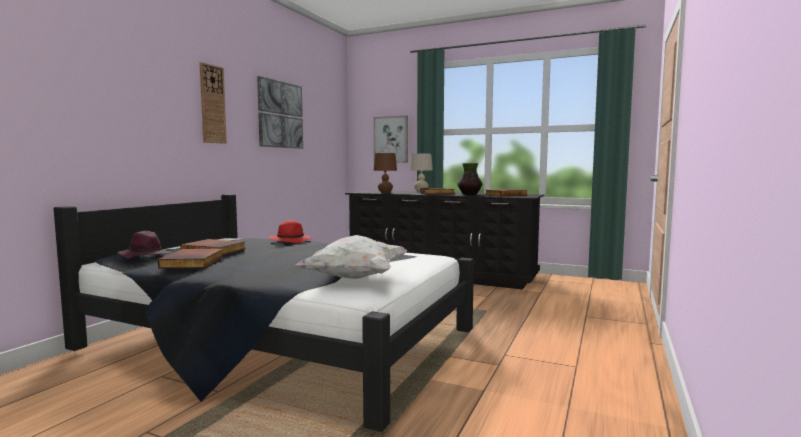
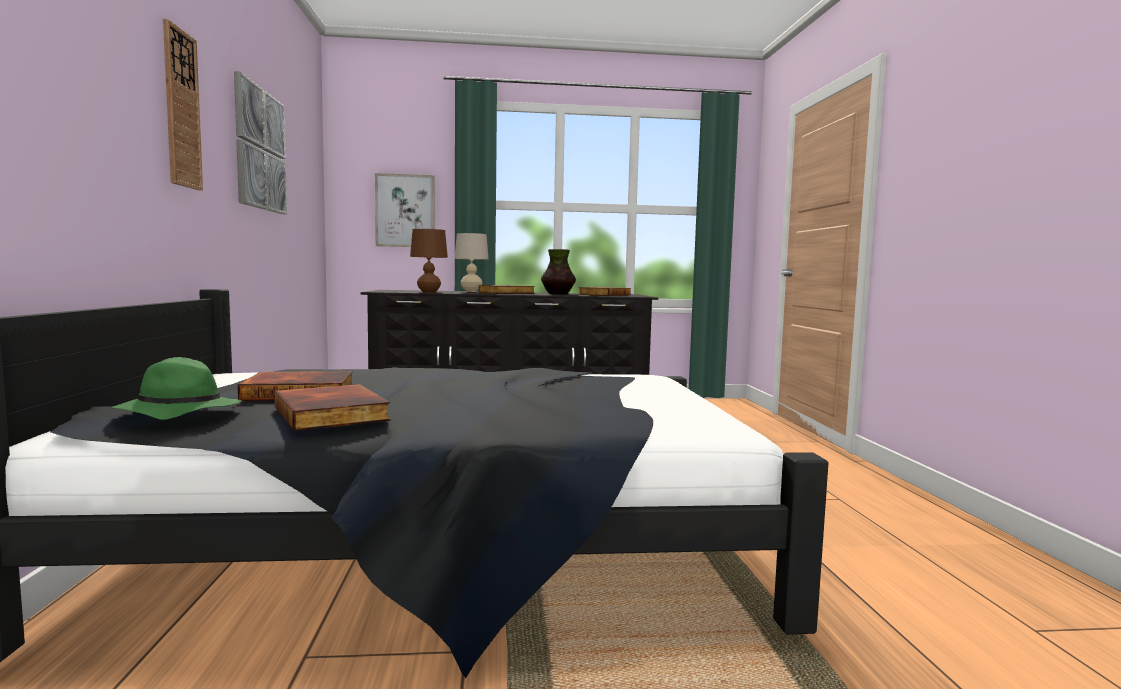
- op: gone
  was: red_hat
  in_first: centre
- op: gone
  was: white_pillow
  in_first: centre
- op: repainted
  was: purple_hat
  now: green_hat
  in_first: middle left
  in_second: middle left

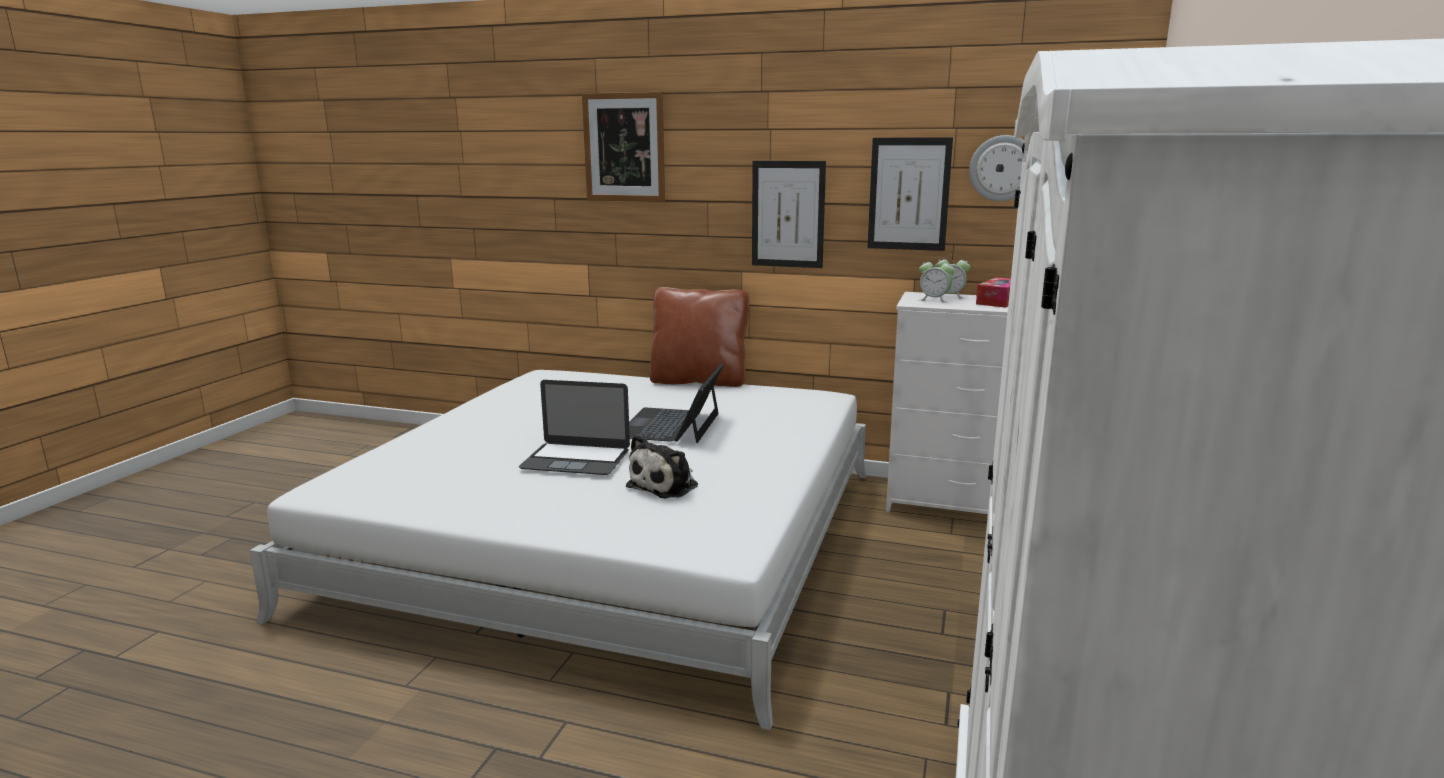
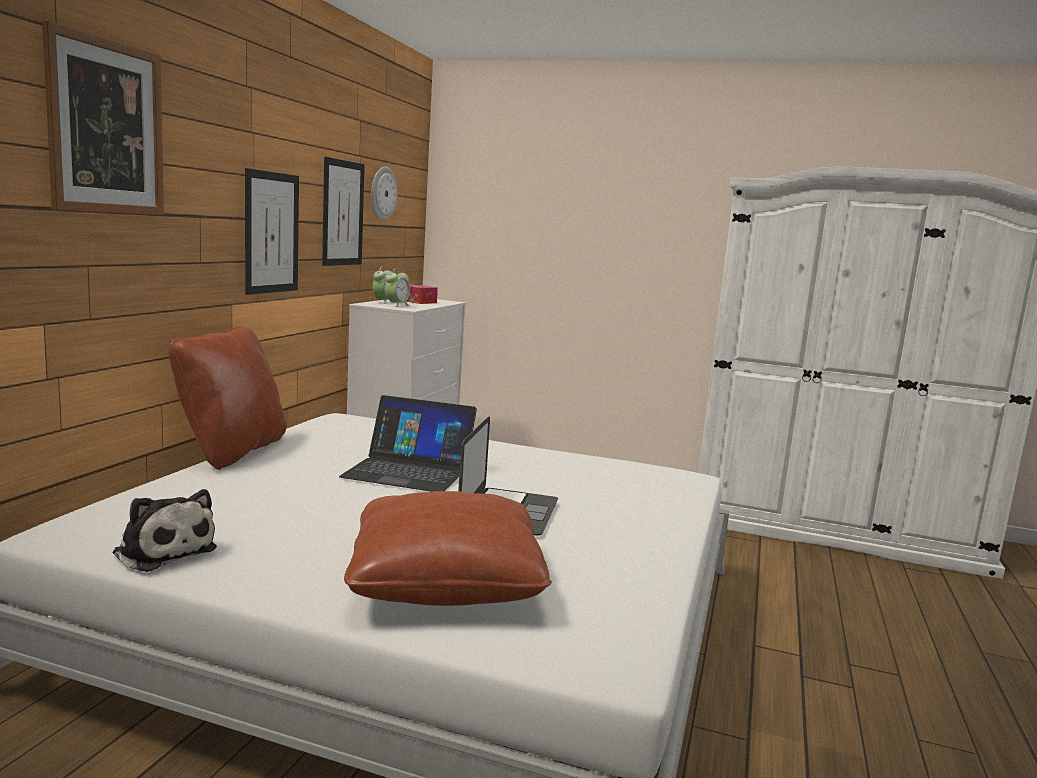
- op: new
  now: brown_pillow (no. 2 from left)
  in_second: bottom centre
- op: shifted
  was: plush_toy
  in_first: centre
  in_second: bottom left

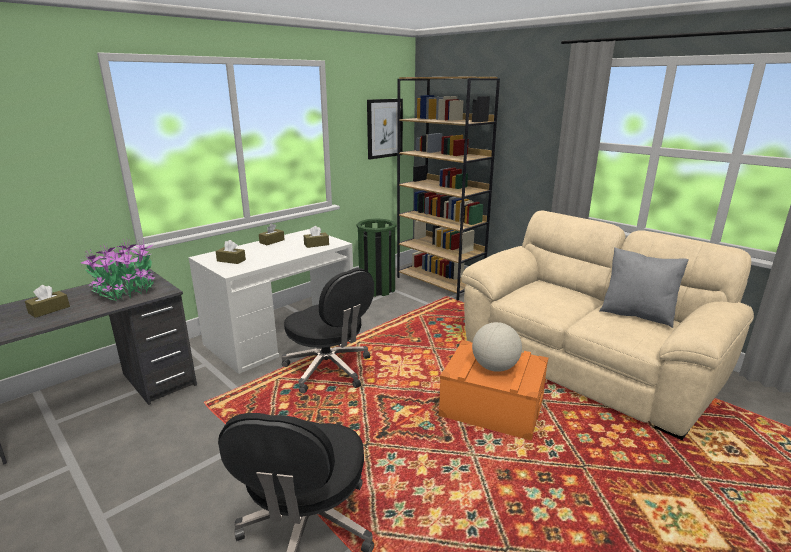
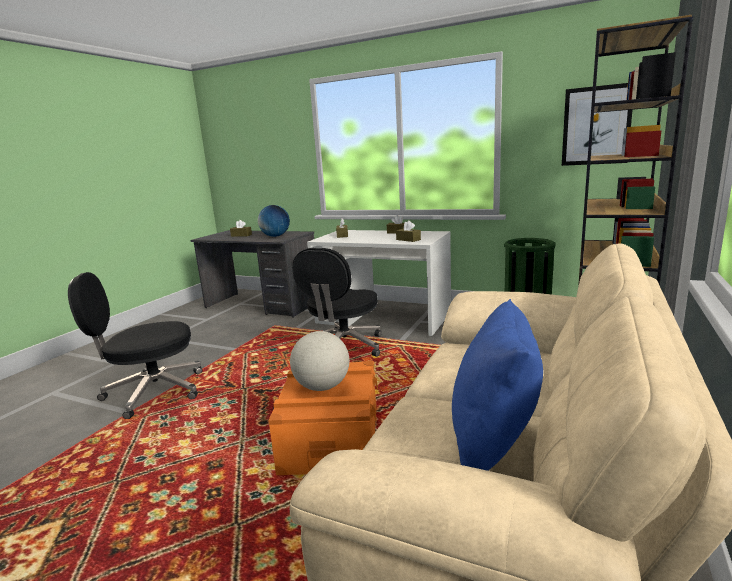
- op: swapped
  was: potted_plant
  now: globe (no. 1 from left)
  in_first: middle left
  in_second: centre
- op: repainted
  was: grey_pillow
  now: blue_pillow
  in_first: middle right
  in_second: middle right

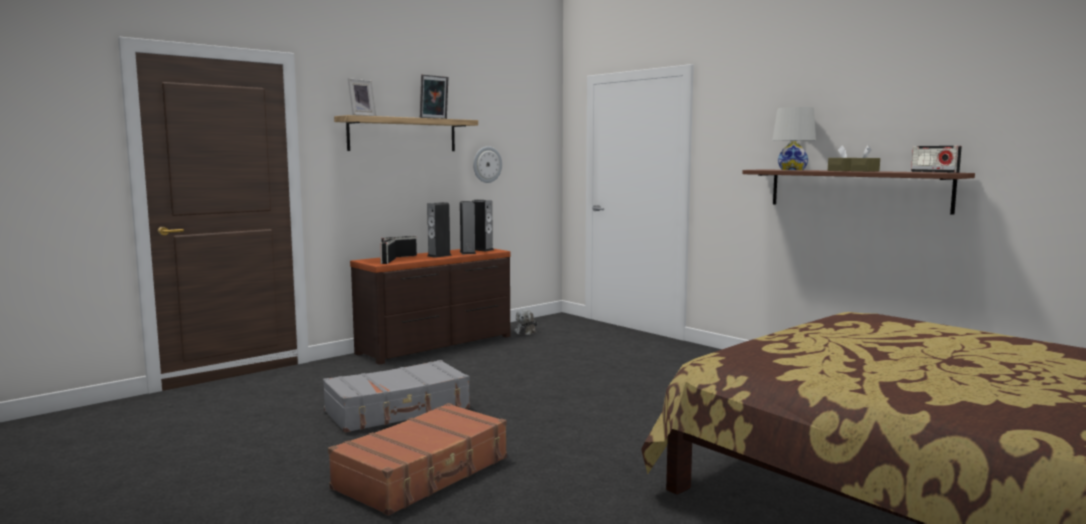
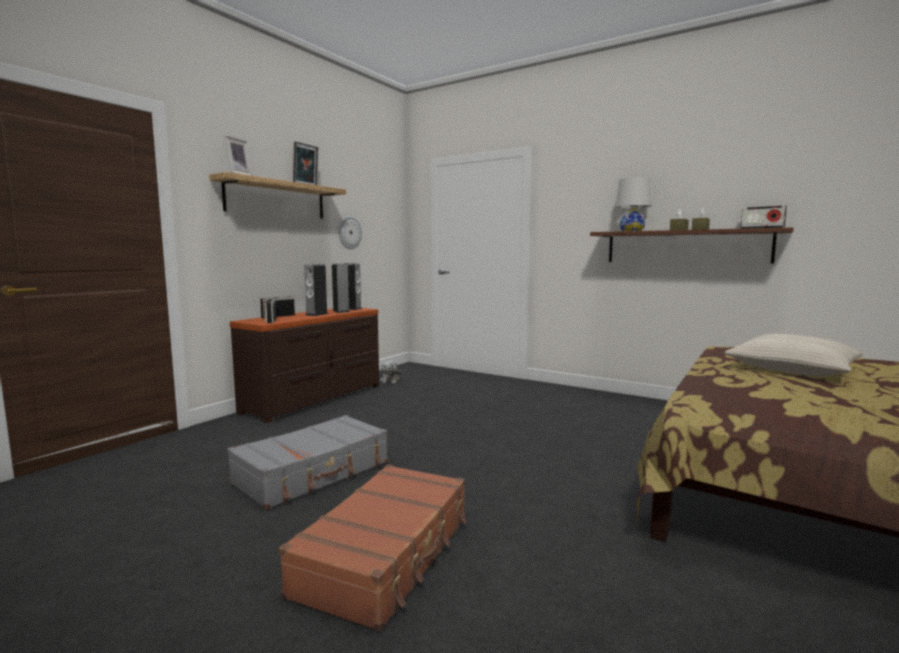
- op: new
  now: beige_pillow
  in_second: middle right

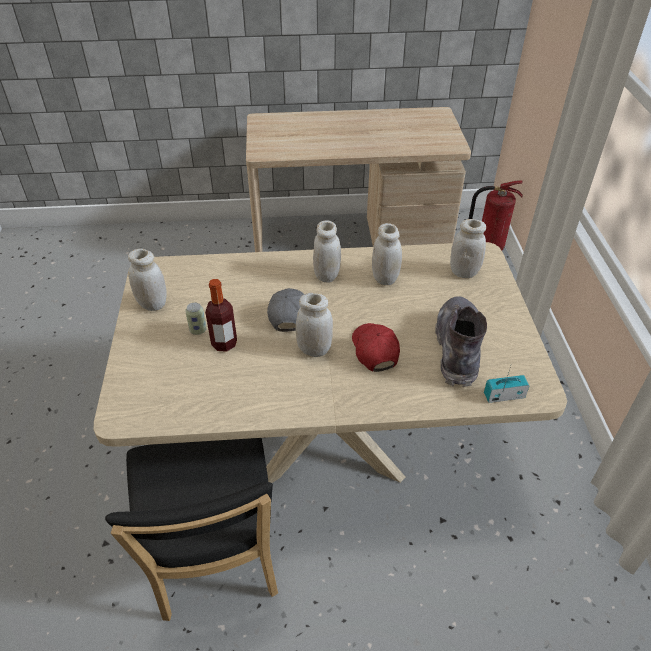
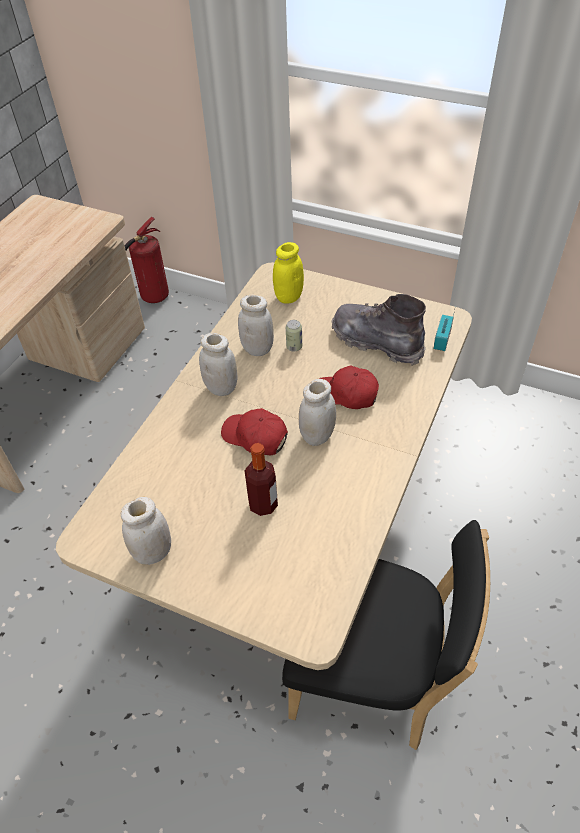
- op: shifted
  was: can
  in_first: middle left
  in_second: centre
- op: repainted
  was: grey_cap
  now: red_cap (no. 1 from left)
  in_first: centre
  in_second: centre
- op: repainted
  was: white_jar (no. 5 from left)
  now: yellow_jar
  in_first: middle right
  in_second: top centre

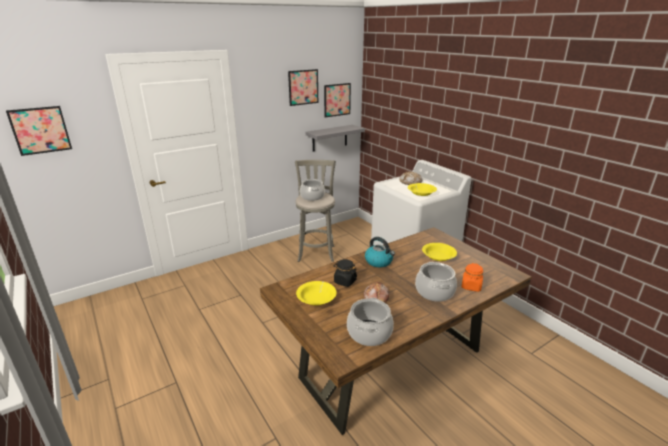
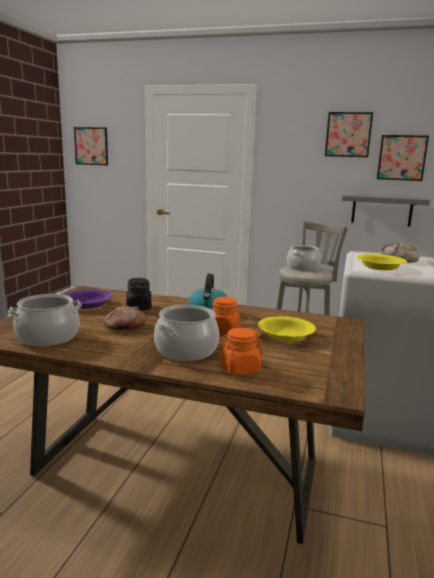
- op: new
  now: orange_jar (no. 1 from left)
  in_second: centre
- op: repainted
  was: yellow_bowl (no. 1 from left)
  now: purple_bowl
  in_first: centre
  in_second: middle left

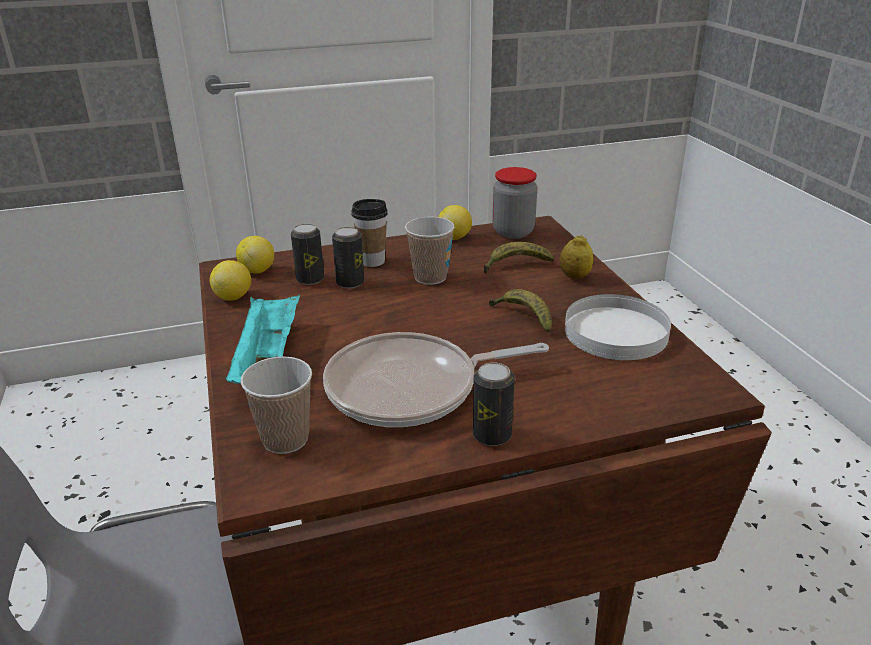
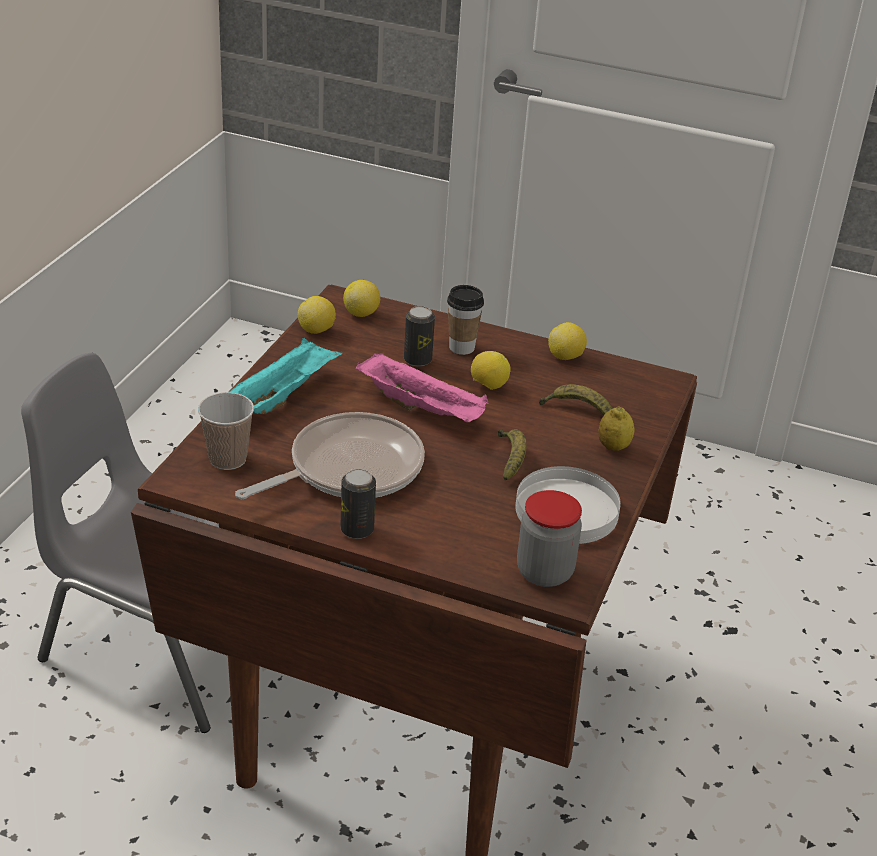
- op: gone
  was: can (no. 1 from left)
  in_first: centre
- op: new
  now: pink_tray
  in_second: centre
- op: shifted
  was: jar
  in_first: top centre
  in_second: centre
- op: swapped
  was: cup (no. 3 from left)
  now: lemon (no. 3 from left)
  in_first: centre
  in_second: centre
- op: rotated
  was: frying_pan
  in_first: centre
  in_second: centre
  clockwise: 120

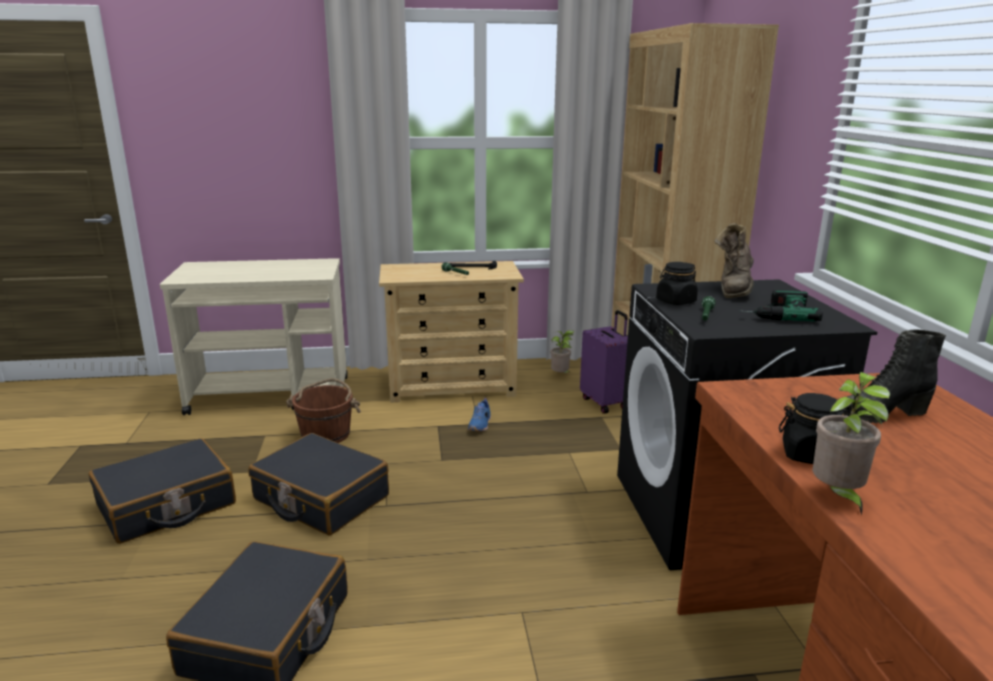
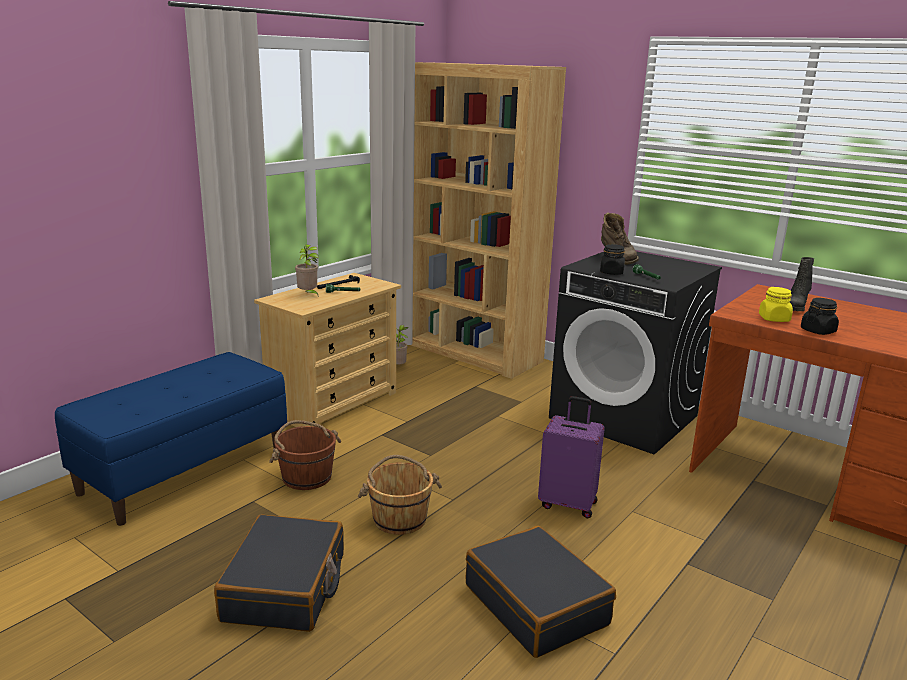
- op: gone
  was: blue_shoe
  in_first: centre
- op: gone
  was: power_drill
  in_first: middle right
- op: new
  now: yellow_jar
  in_second: middle right
- op: shifted
  was: purple_suitcase
  in_first: centre
  in_second: bottom centre
- op: shifted
  was: potted_plant (no. 2 from left in the first image)
  now: potted_plant (no. 1 from left)
  in_first: middle right
  in_second: centre
- op: swapped
  was: beige_cart
  now: blue_bench
  in_first: middle left
  in_second: middle left
- op: swapped
  was: black_suitcase (no. 3 from left)
  now: brown_bucket (no. 2 from left)
  in_first: bottom left
  in_second: bottom centre

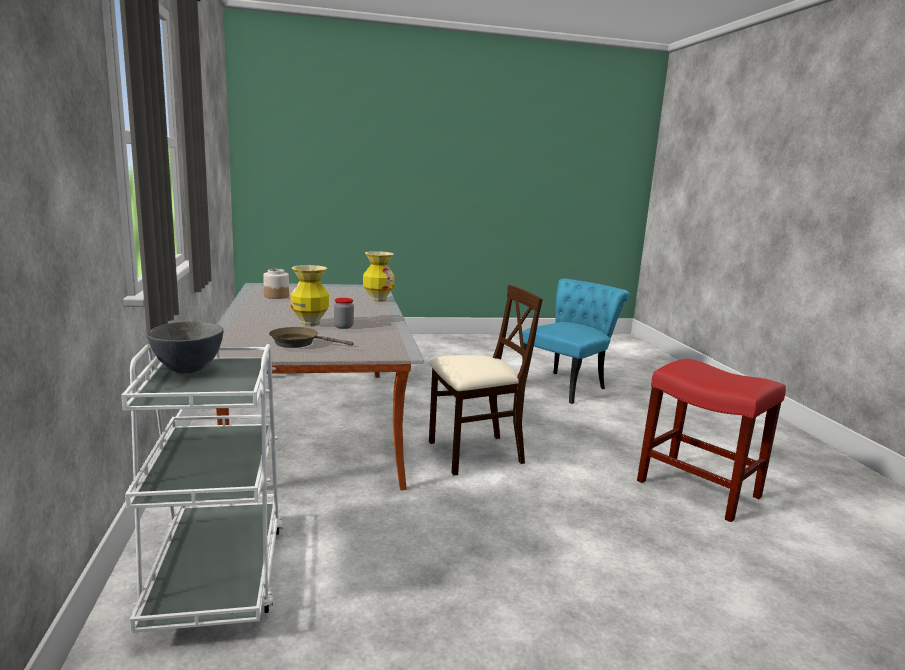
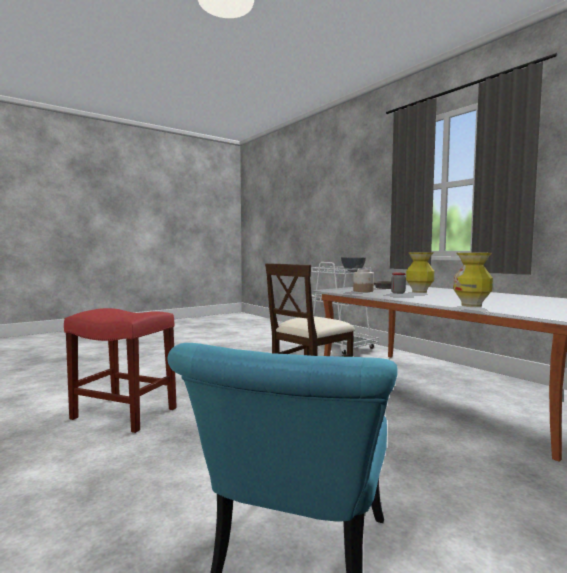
- op: shifted
  was: jar (no. 1 from left)
  in_first: middle left
  in_second: centre

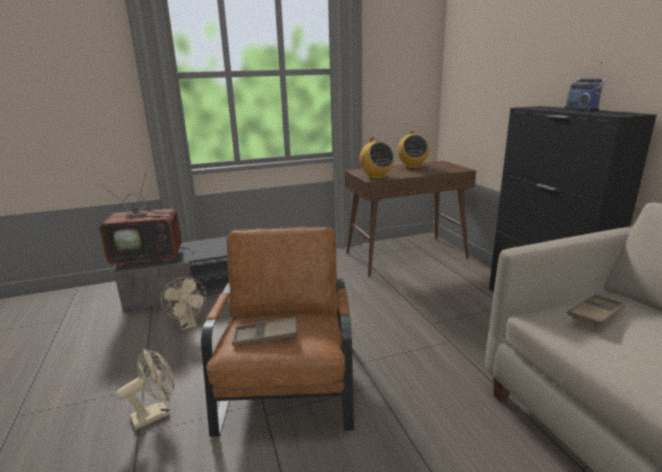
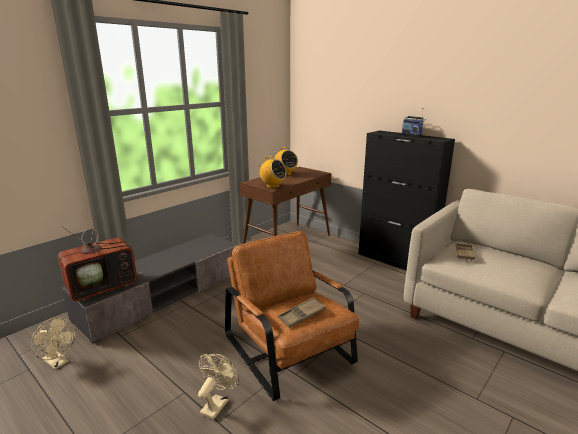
- op: shifted
  was: beige_fan (no. 2 from left in the first image)
  now: beige_fan (no. 1 from left)
  in_first: middle left
  in_second: bottom left

